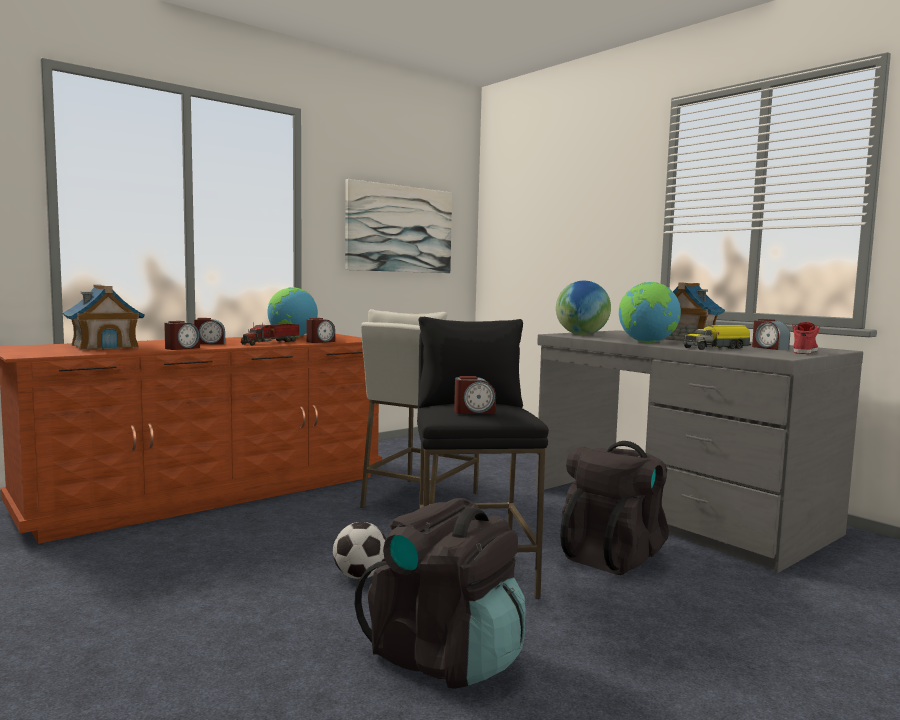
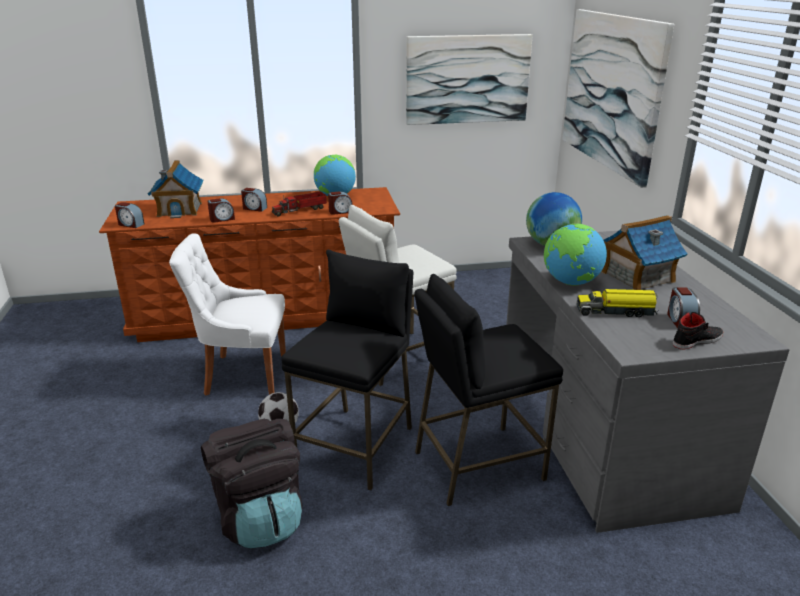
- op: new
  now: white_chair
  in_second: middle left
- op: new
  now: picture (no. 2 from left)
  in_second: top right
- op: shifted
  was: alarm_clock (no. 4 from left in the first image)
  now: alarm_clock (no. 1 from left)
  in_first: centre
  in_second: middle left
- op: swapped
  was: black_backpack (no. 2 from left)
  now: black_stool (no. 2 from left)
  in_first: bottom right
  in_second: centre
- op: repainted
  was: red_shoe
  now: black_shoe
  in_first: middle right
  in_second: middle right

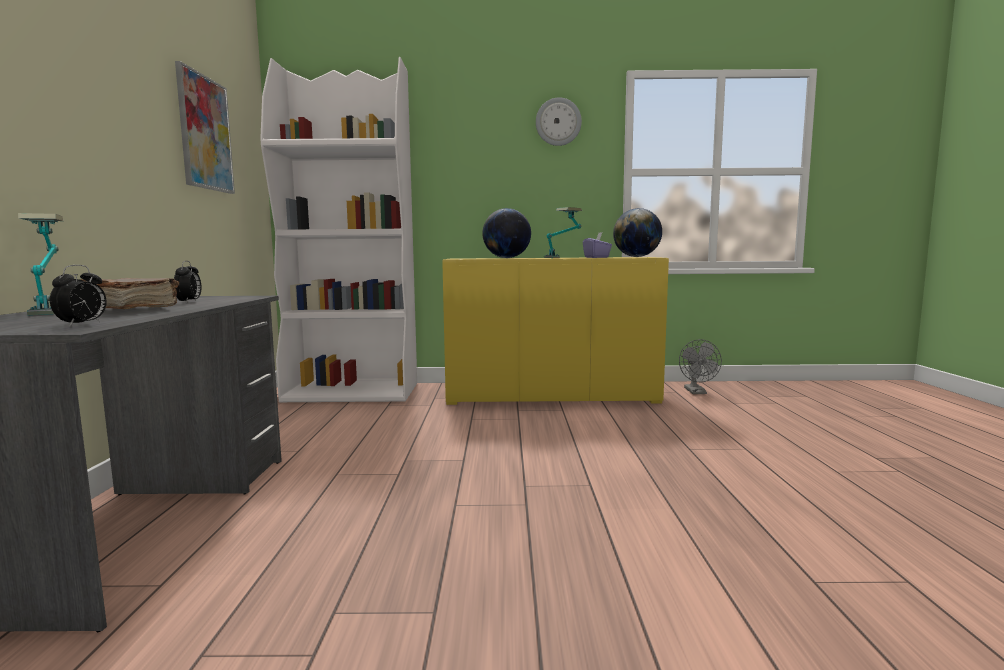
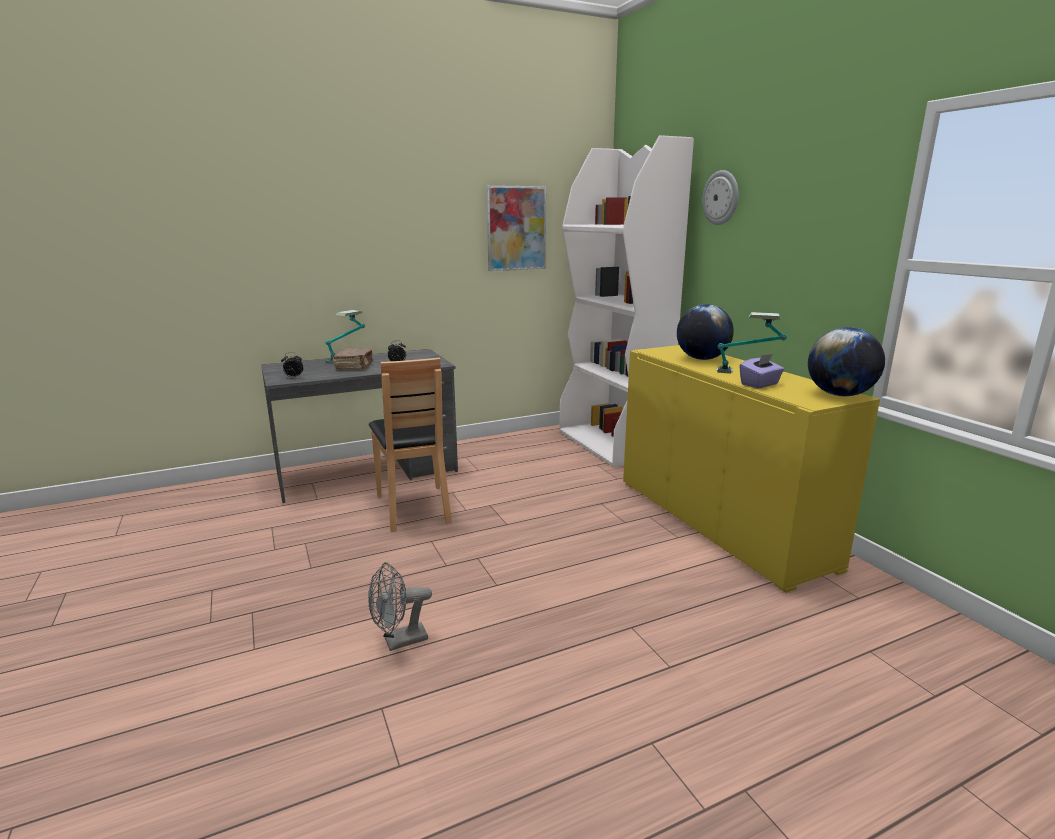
- op: new
  now: brown_chair
  in_second: centre
- op: shifted
  was: wall_clock
  in_first: top centre
  in_second: top right
- op: shifted
  was: grey_fan
  in_first: middle right
  in_second: bottom centre

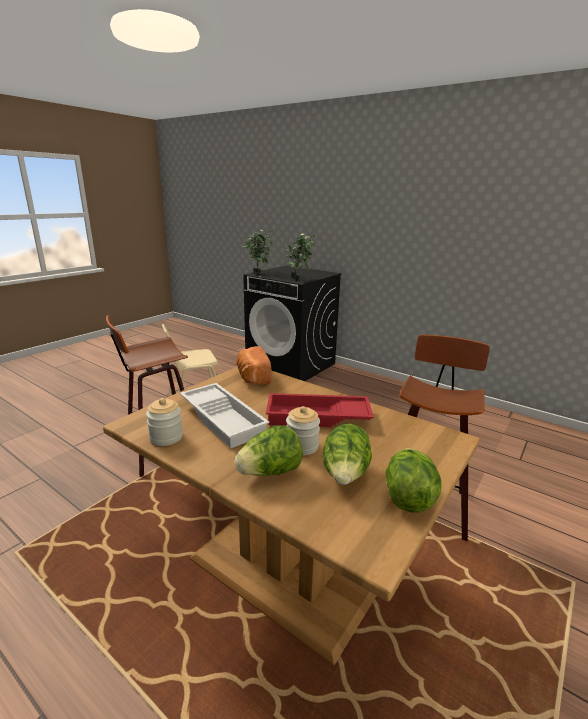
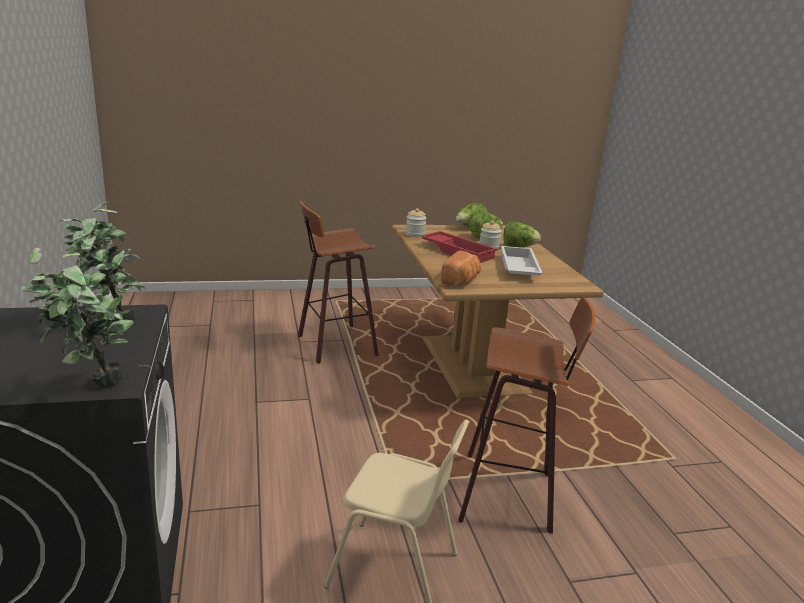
- op: shifted
  was: jar (no. 1 from left)
  in_first: middle left
  in_second: centre

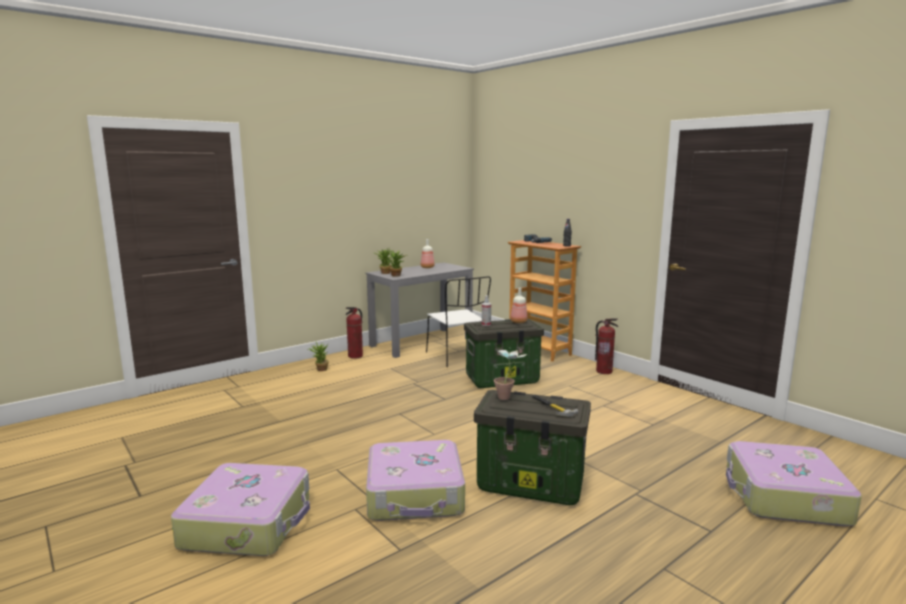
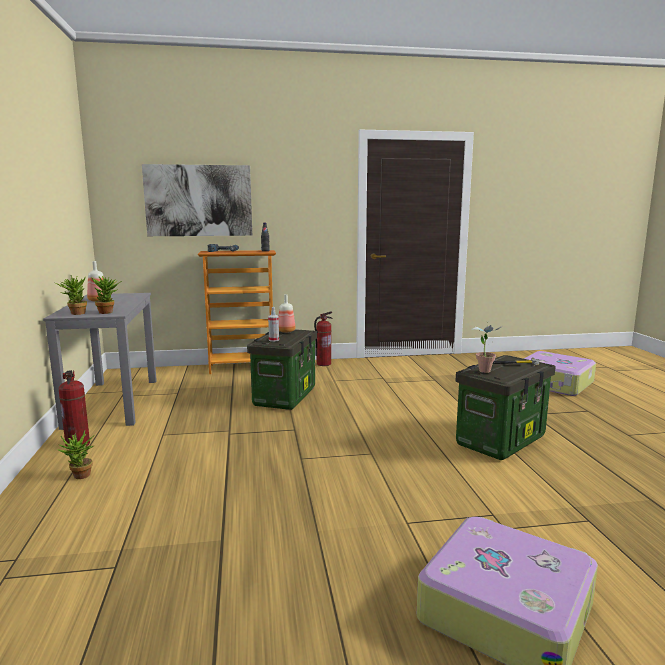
- op: gone
  was: suitcase (no. 2 from left)
  in_first: bottom centre
- op: gone
  was: white_chair
  in_first: centre
- op: new
  now: picture
  in_second: top left

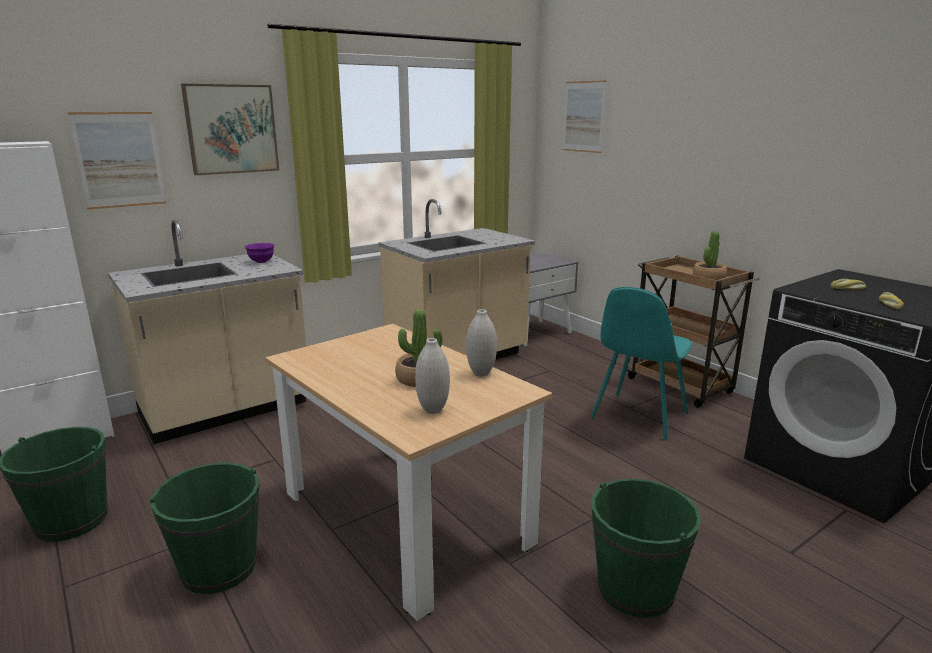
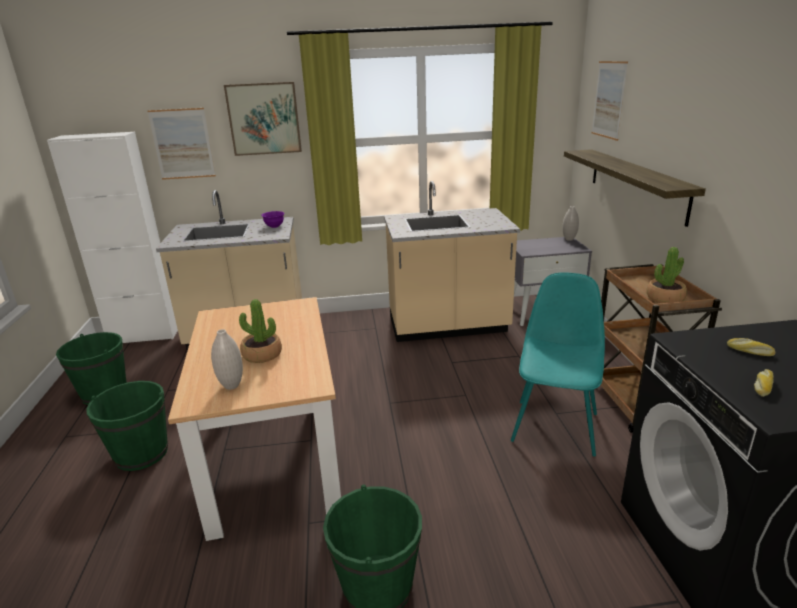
- op: new
  now: shelf
  in_second: top right
- op: shifted
  was: white_vase (no. 2 from left)
  in_first: centre
  in_second: middle right
- op: rotated
  was: turquoise_chair
  in_first: middle right
  in_second: middle right
  clockwise: 135

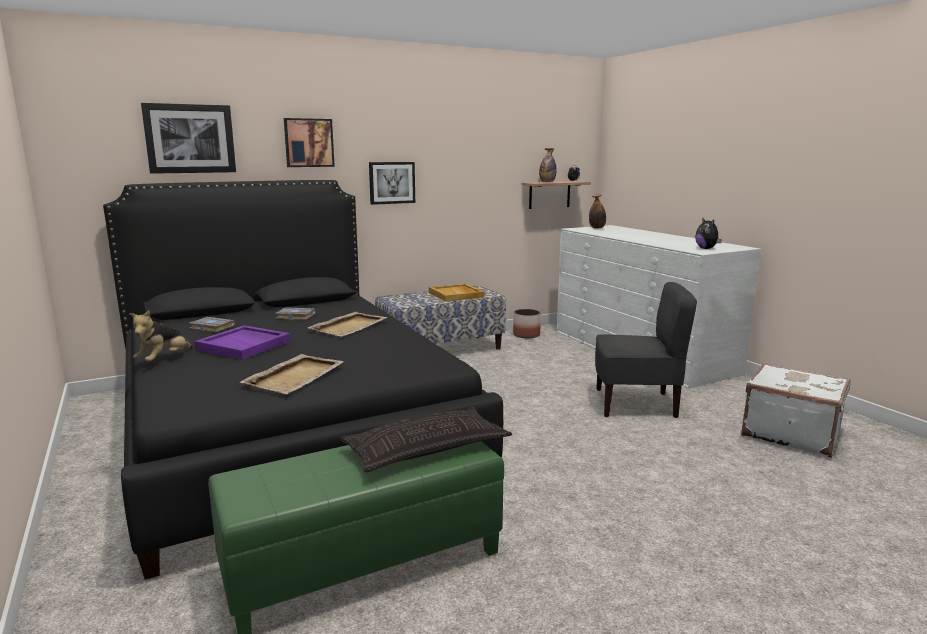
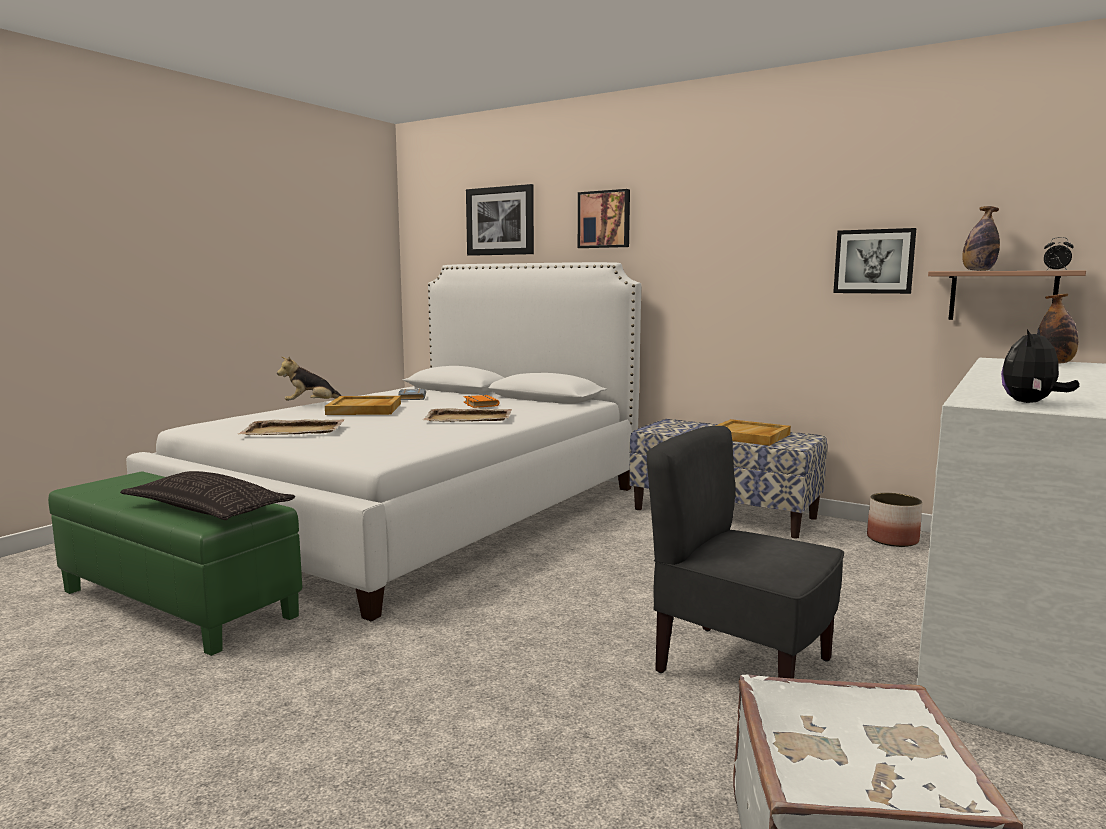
- op: shifted
  was: picture (no. 3 from left)
  in_first: top centre
  in_second: top right
- op: repainted
  was: black_bed
  now: white_bed
  in_first: middle left
  in_second: centre
- op: repainted
  was: purple_tray
  now: beige_tray (no. 2 from left)
  in_first: middle left
  in_second: middle left
- op: repainted
  was: grey_book (no. 2 from left)
  now: orange_book
  in_first: middle left
  in_second: centre
- op: rotated
  was: grey_chair
  in_first: middle right
  in_second: middle right
  clockwise: 150

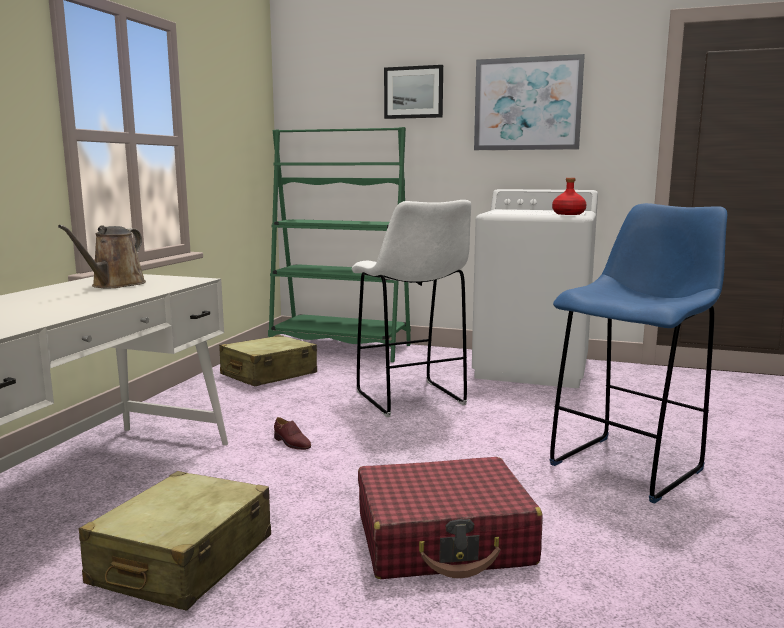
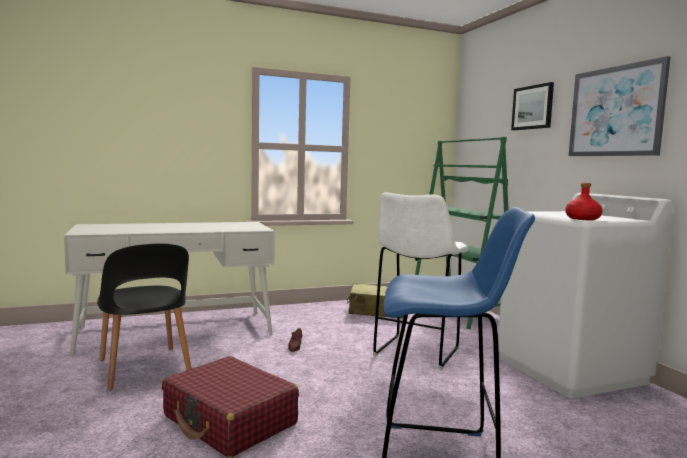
- op: gone
  was: brown_watering_can
  in_first: middle left
- op: swapped
  was: beige_suitcase (no. 1 from left)
  now: black_chair
  in_first: bottom left
  in_second: bottom left

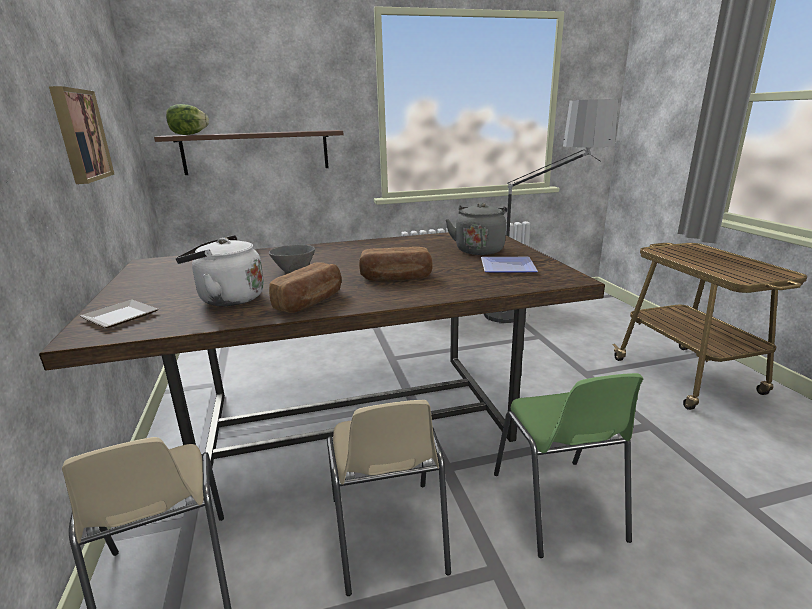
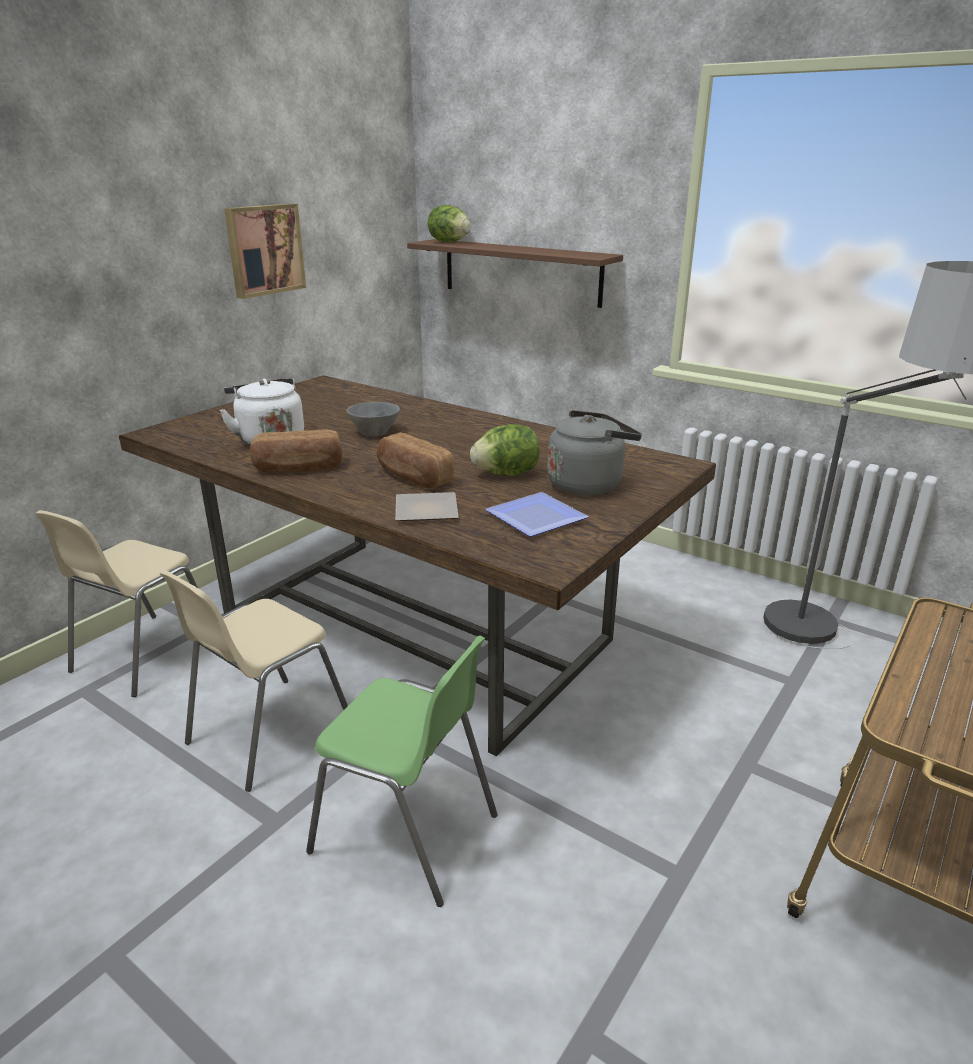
- op: new
  now: lettuce (no. 2 from left)
  in_second: centre
- op: shifted
  was: plate (no. 1 from left)
  in_first: middle left
  in_second: centre
- op: rotated
  was: green_chair
  in_first: bottom right
  in_second: bottom centre
  clockwise: -105

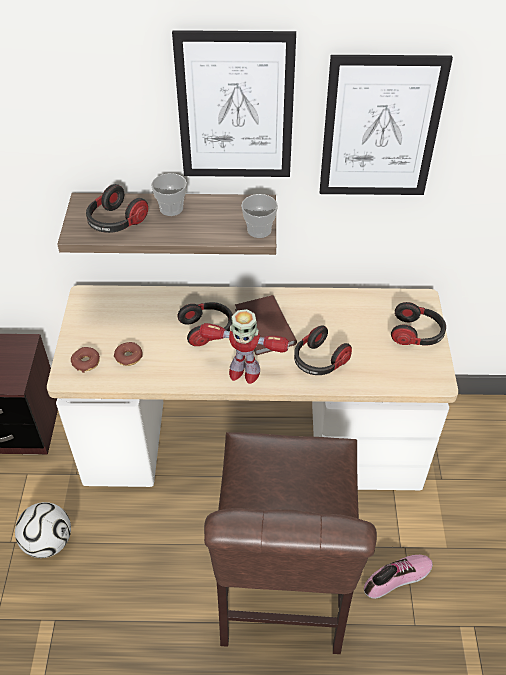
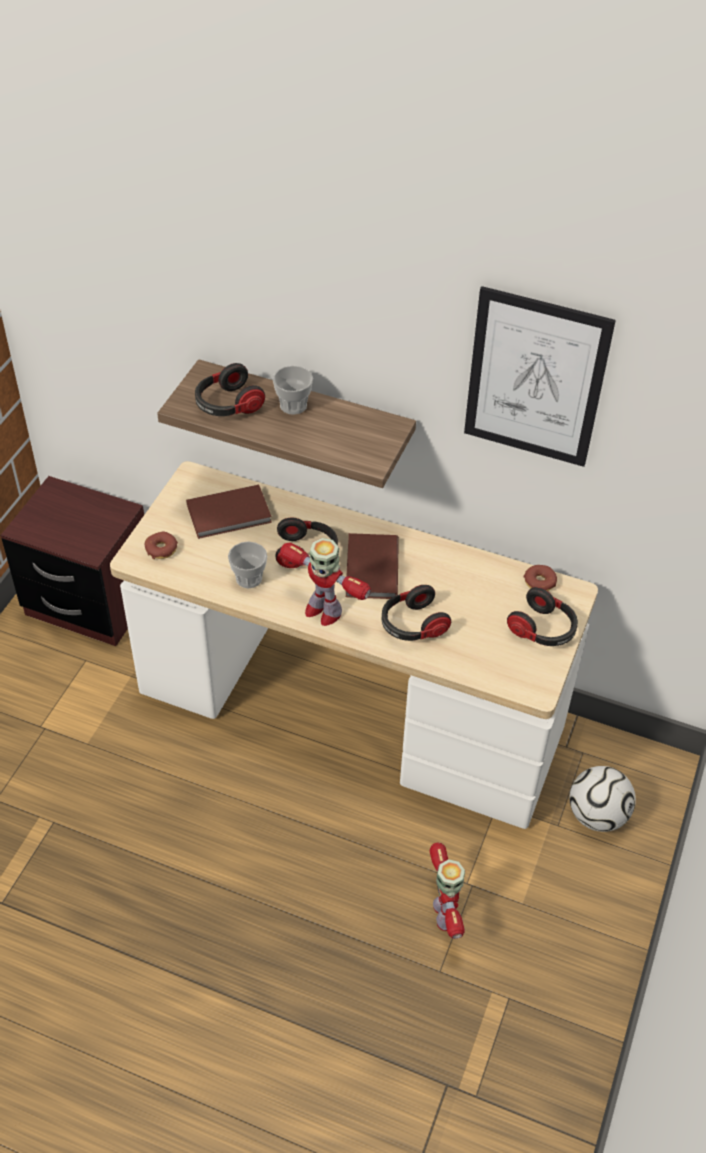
- op: gone
  was: picture (no. 1 from left)
  in_first: top centre
- op: gone
  was: brown_chair
  in_first: bottom centre
- op: new
  now: brown_book (no. 1 from left)
  in_second: middle left
- op: shifted
  was: football
  in_first: bottom left
  in_second: bottom right
- op: shifted
  was: donut (no. 2 from left)
  in_first: middle left
  in_second: middle right
- op: shifted
  was: cup (no. 2 from left in the first image)
  now: cup (no. 1 from left)
  in_first: top centre
  in_second: centre
- op: swapped
  was: shoe
  now: toy_robot (no. 2 from left)
  in_first: bottom right
  in_second: bottom centre

